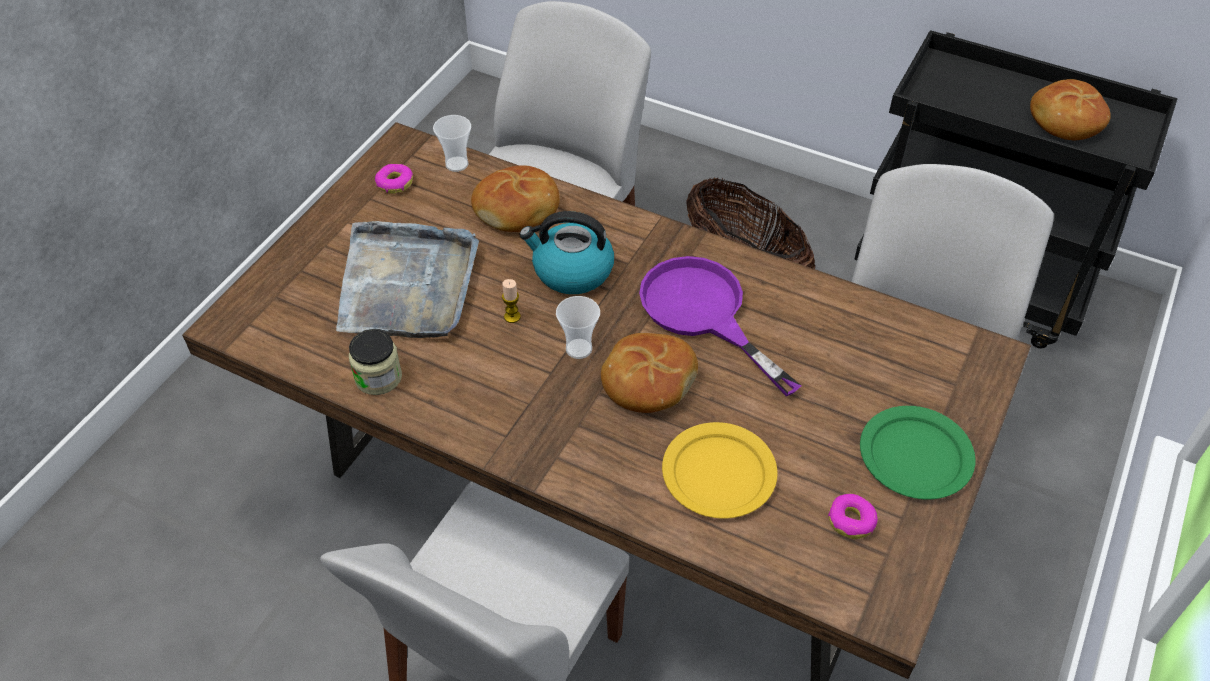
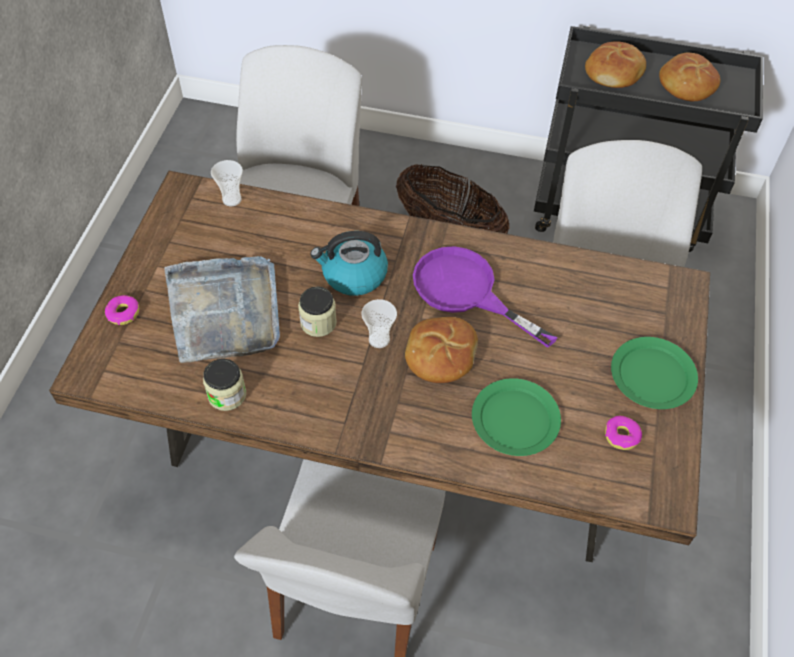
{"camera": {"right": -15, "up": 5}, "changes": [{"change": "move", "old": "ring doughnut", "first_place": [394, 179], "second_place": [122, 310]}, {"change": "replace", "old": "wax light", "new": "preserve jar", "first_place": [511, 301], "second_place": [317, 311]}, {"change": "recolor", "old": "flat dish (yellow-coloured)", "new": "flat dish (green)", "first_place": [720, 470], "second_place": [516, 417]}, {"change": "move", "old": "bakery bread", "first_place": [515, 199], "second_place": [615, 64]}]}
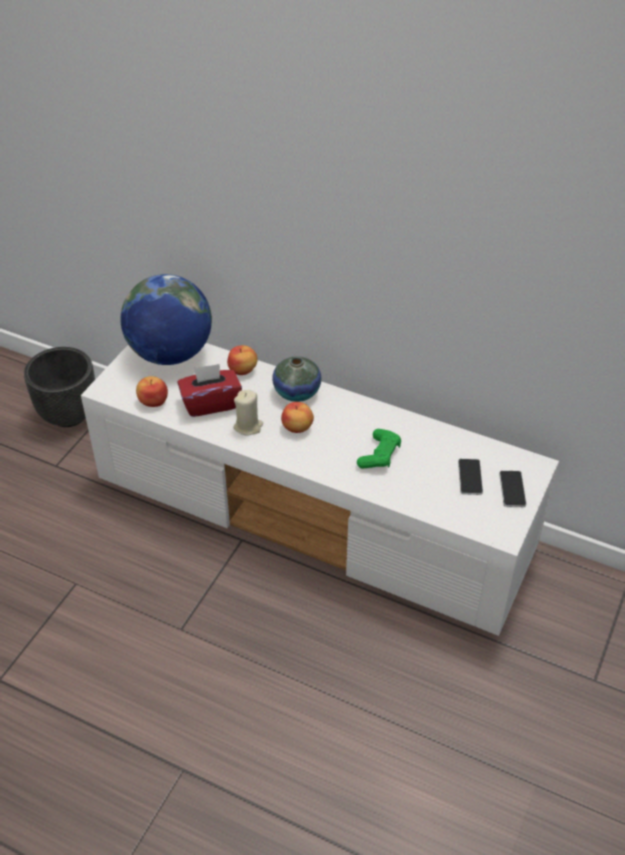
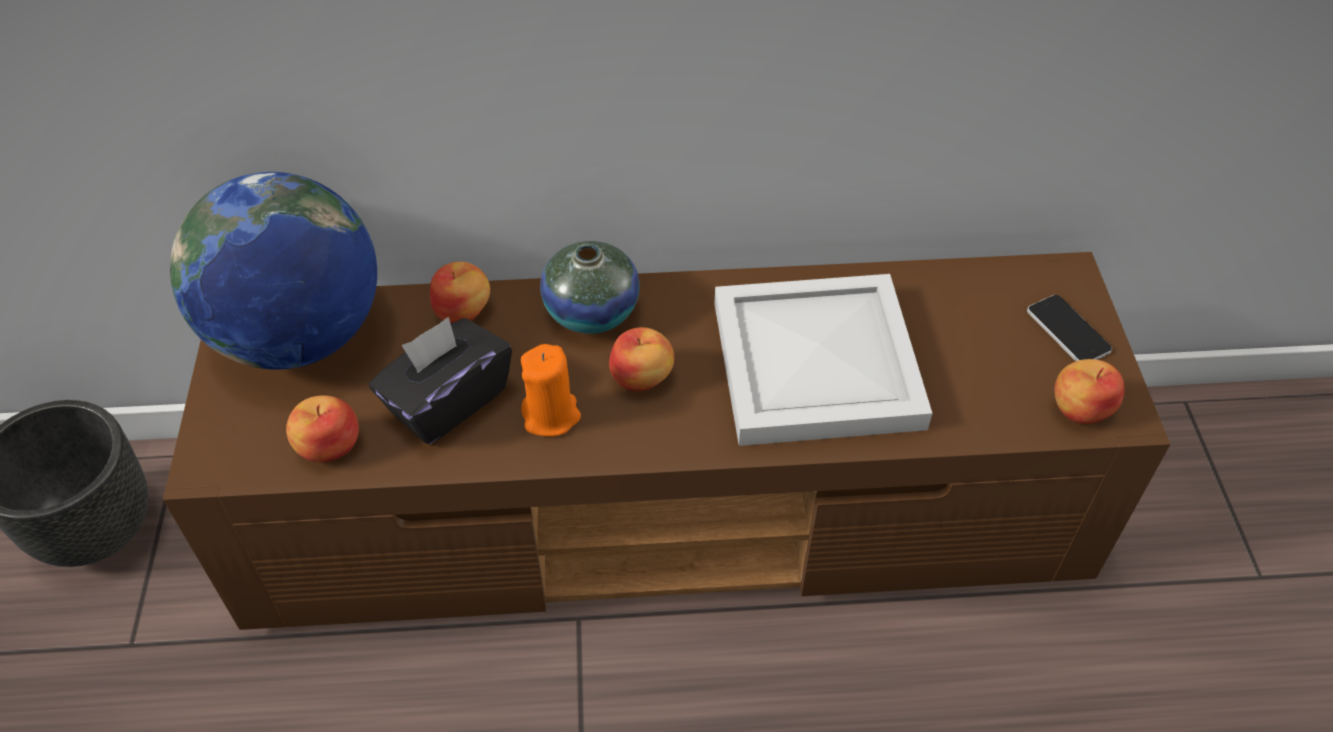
{"camera": {"right": -30, "up": 5}, "changes": [{"change": "recolor", "old": "tv unit (whitish)", "new": "tv unit (brown-coloured)", "first_place": [320, 489], "second_place": [666, 441]}, {"change": "recolor", "old": "tissue box (red)", "new": "tissue box (blackish)", "first_place": [209, 390], "second_place": [440, 380]}, {"change": "recolor", "old": "wax light (beige-coloured)", "new": "wax light (orange-coloured)", "first_place": [248, 412], "second_place": [551, 390]}, {"change": "replace", "old": "game controller (green)", "new": "tray (whitish)", "first_place": [379, 448], "second_place": [823, 360]}, {"change": "insert", "new": "apple fruit", "second_place": [1089, 391]}, {"change": "delete", "old": "telephone", "first_place": [470, 477]}]}
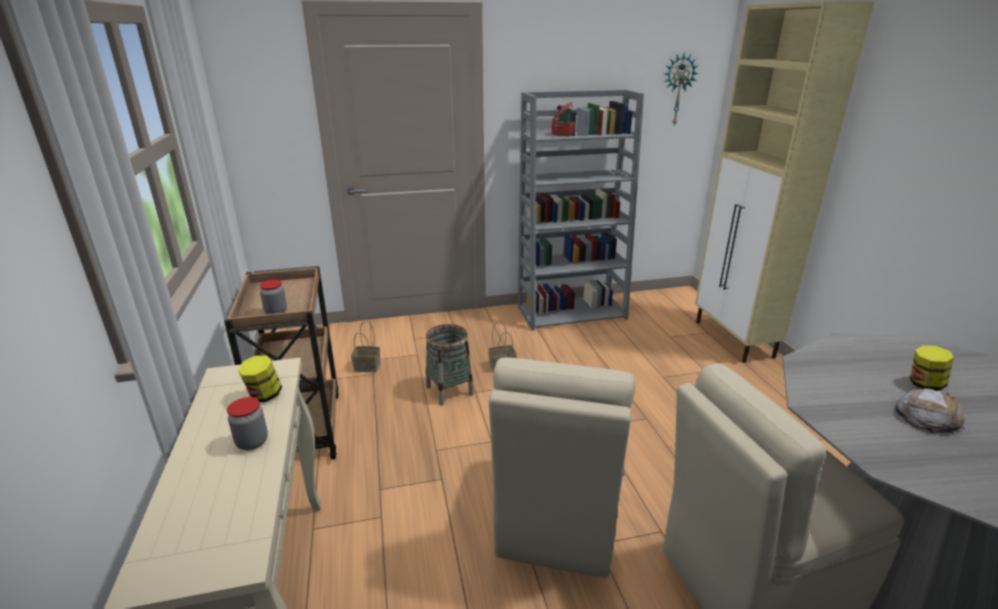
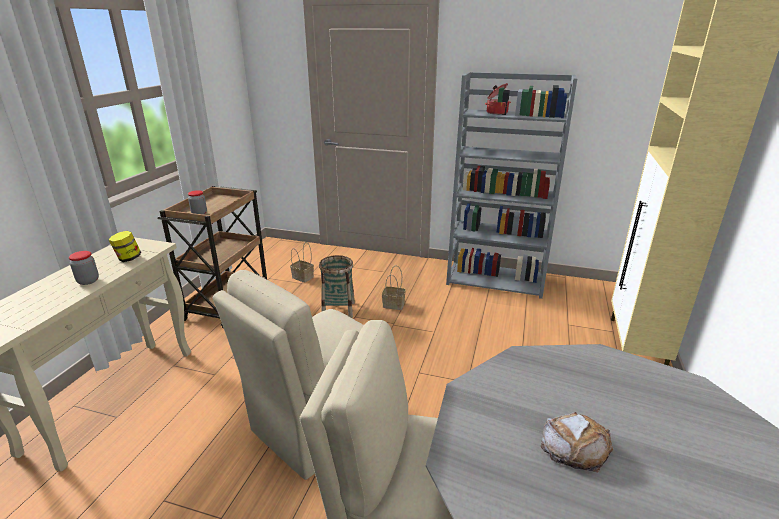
{"camera": {"right": 30, "up": 0}, "changes": [{"change": "delete", "old": "clock on the wall", "first_place": [681, 89]}, {"change": "delete", "old": "preserve jar", "first_place": [932, 368]}]}
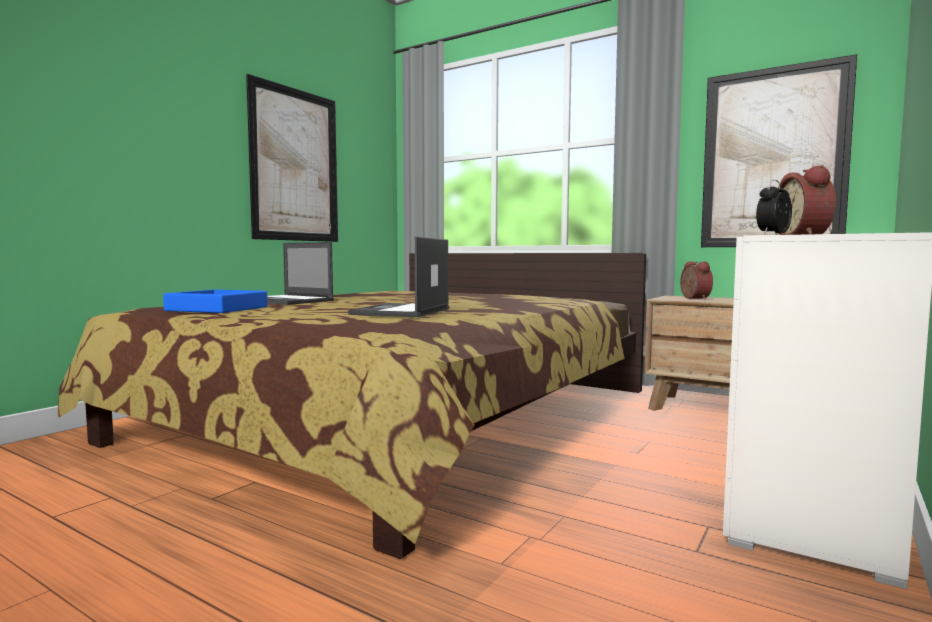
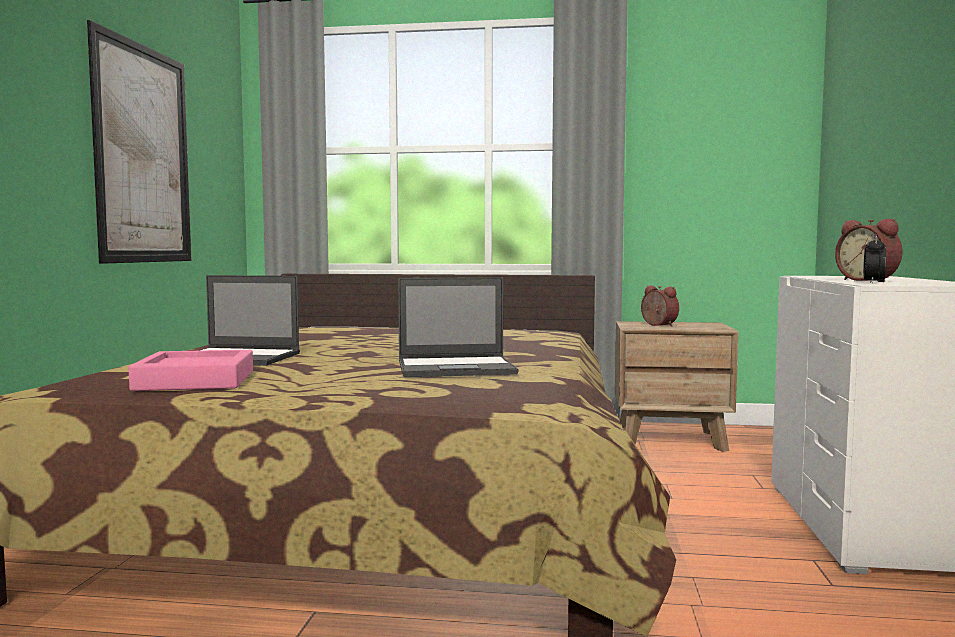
{"camera": {"right": -25, "up": 0}, "changes": [{"change": "recolor", "old": "tray (blue-coloured)", "new": "tray (pink-coloured)", "first_place": [215, 301], "second_place": [190, 370]}, {"change": "rotate", "old": "laptop", "first_place": [398, 277], "second_place": [458, 327], "degrees": -90}, {"change": "delete", "old": "picture", "first_place": [779, 150]}]}
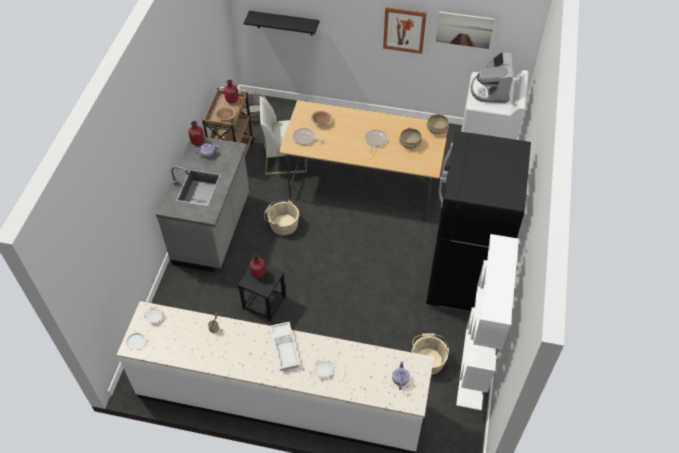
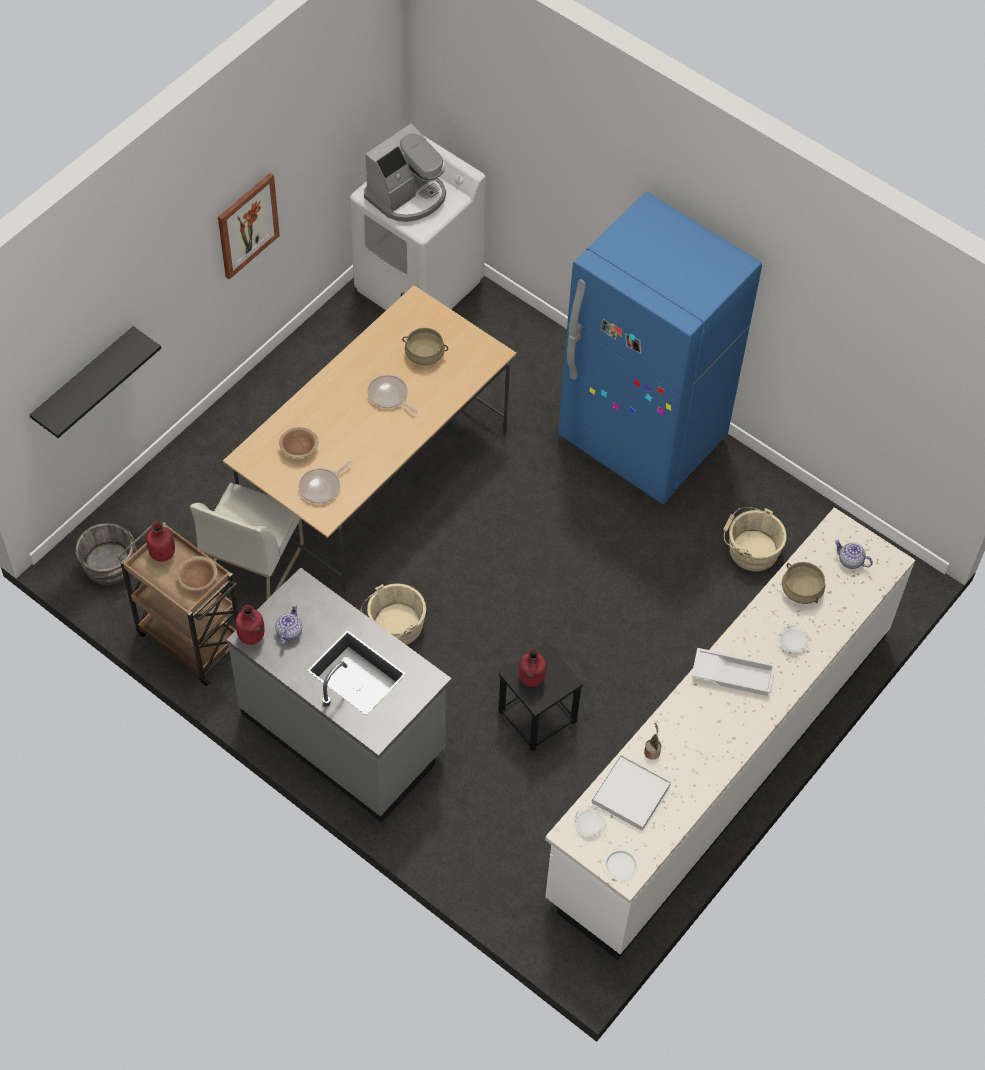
{"camera": {"right": -65, "up": 5}, "changes": [{"change": "rotate", "old": "coffee maker", "first_place": [492, 77], "second_place": [405, 173], "degrees": -75}, {"change": "recolor", "old": "kitchen fridge (blackish)", "new": "kitchen fridge (blue-coloured)", "first_place": [478, 221], "second_place": [660, 348]}, {"change": "insert", "new": "tray (whitish)", "second_place": [631, 792]}, {"change": "move", "old": "cooking pot (beige-coloured)", "first_place": [438, 124], "second_place": [803, 583]}, {"change": "delete", "old": "picture", "first_place": [465, 30]}, {"change": "delete", "old": "bookcase (whitish)", "first_place": [487, 322]}]}
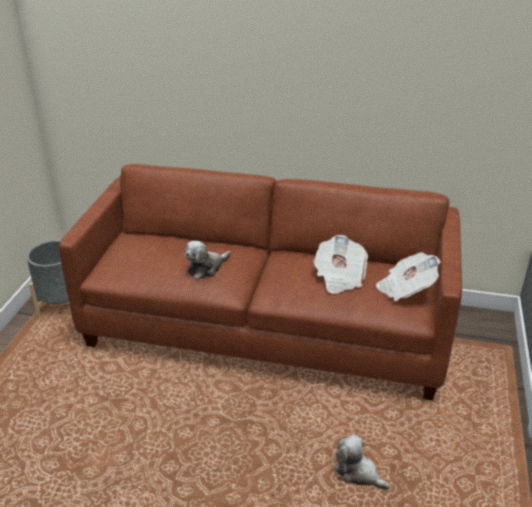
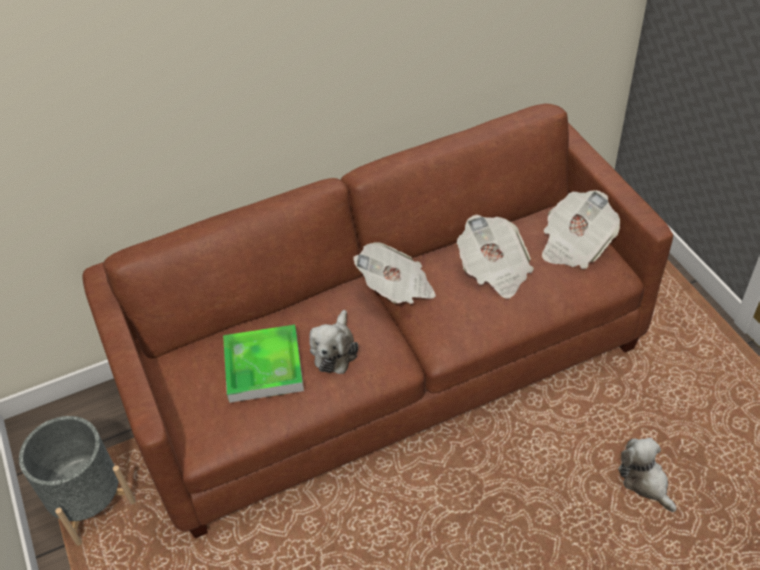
{"camera": {"right": -35, "up": 15}, "changes": [{"change": "insert", "new": "tray", "second_place": [263, 364]}, {"change": "insert", "new": "printed paper", "second_place": [394, 273]}, {"change": "rotate", "old": "cuddly toy", "first_place": [362, 462], "second_place": [647, 475], "degrees": 60}]}
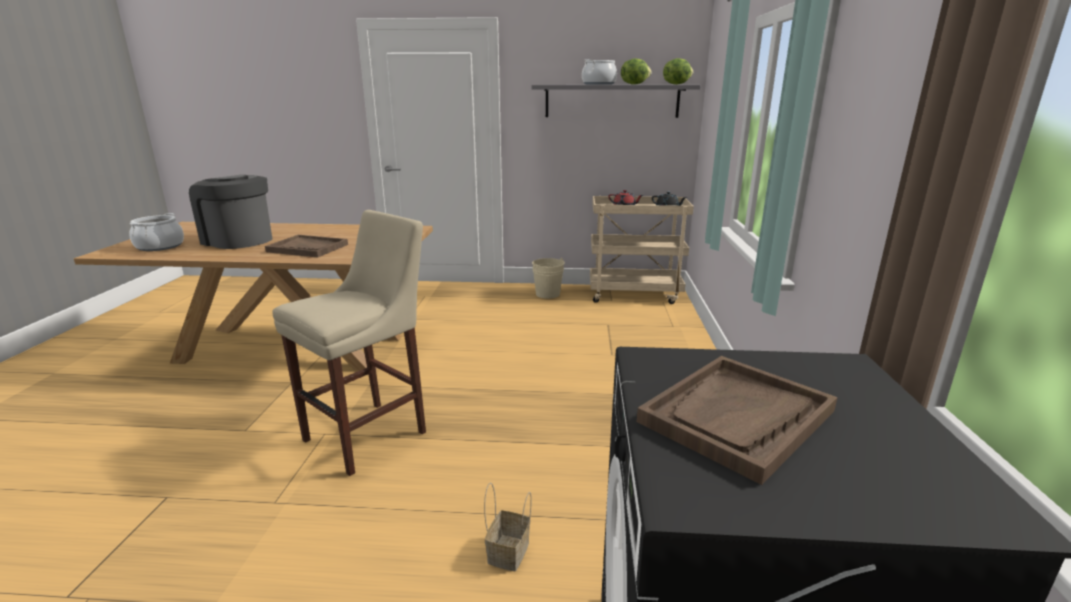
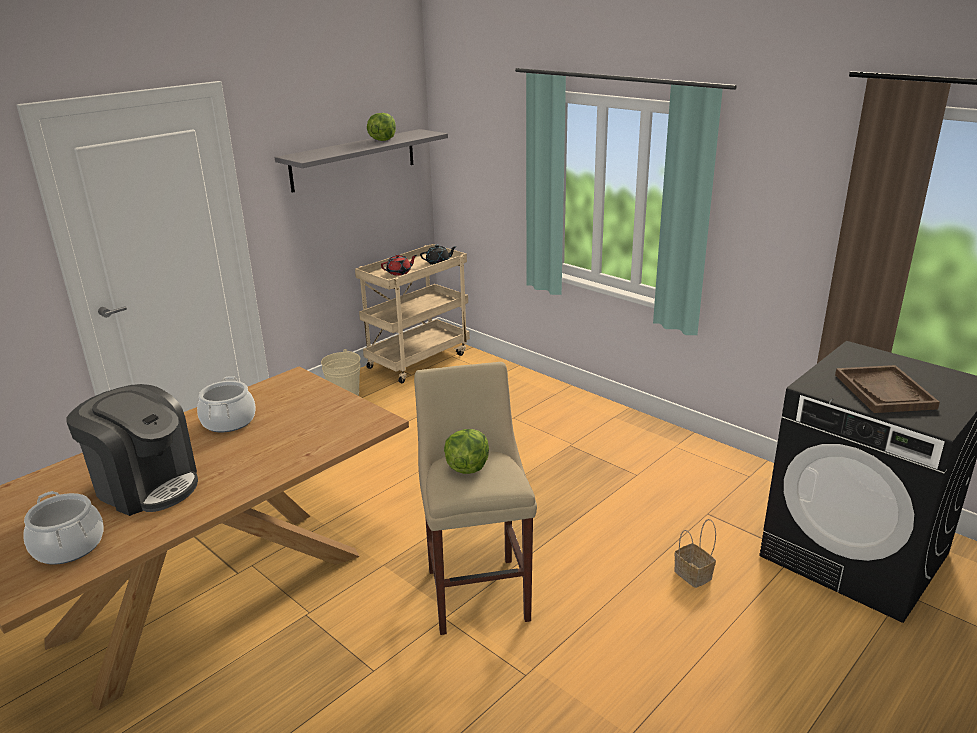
{"camera": {"right": -50, "up": 5}, "changes": [{"change": "rotate", "old": "coffee maker", "first_place": [230, 212], "second_place": [132, 450], "degrees": -135}, {"change": "move", "old": "cooking pot", "first_place": [599, 72], "second_place": [226, 404]}, {"change": "move", "old": "head of lettuce", "first_place": [678, 71], "second_place": [466, 451]}, {"change": "delete", "old": "tray (brown-coloured)", "first_place": [306, 246]}]}
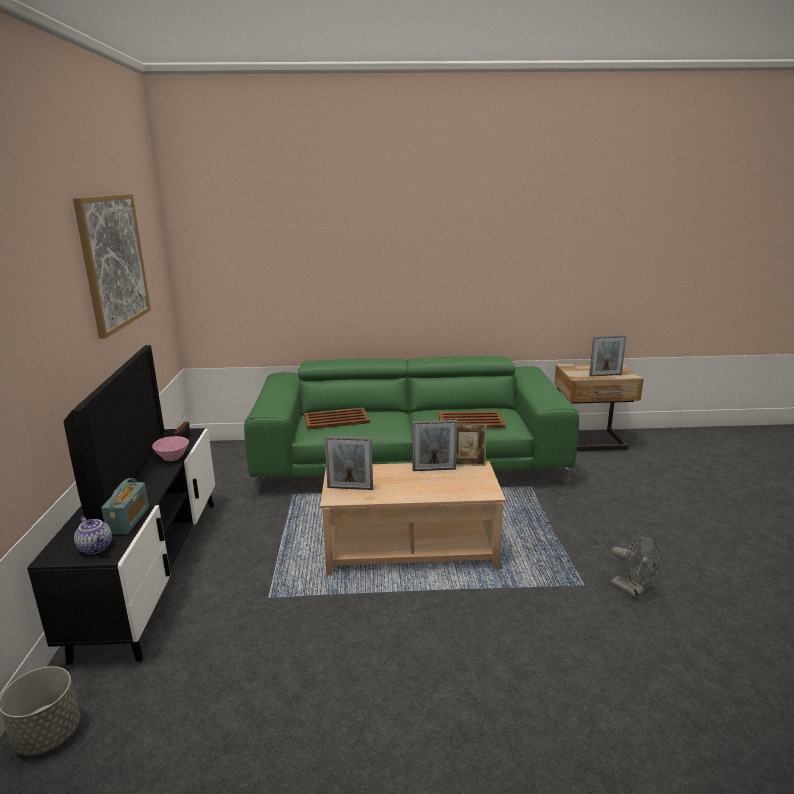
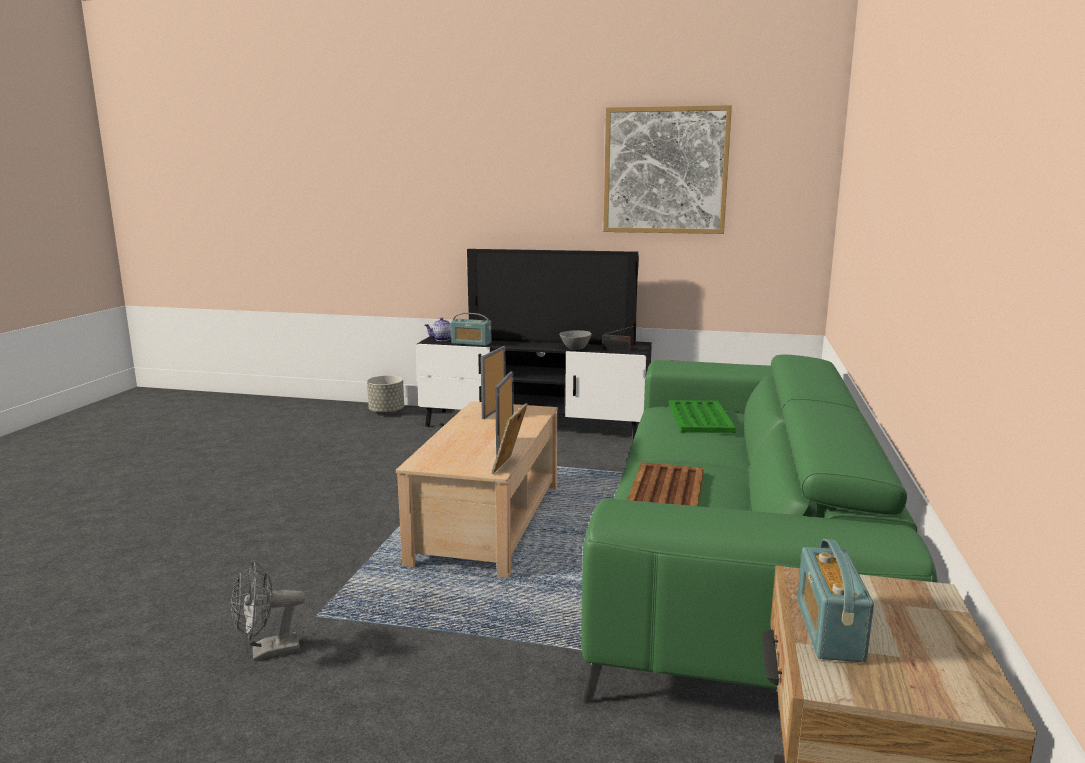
{"camera": {"right": 105, "up": -5}, "changes": [{"change": "recolor", "old": "serving bowl (pink-coloured)", "new": "serving bowl (grey)", "first_place": [170, 448], "second_place": [576, 340]}, {"change": "recolor", "old": "tray (brown-coloured)", "new": "tray (green)", "first_place": [337, 418], "second_place": [702, 416]}, {"change": "replace", "old": "standing frame", "new": "radio", "first_place": [608, 356], "second_place": [835, 600]}]}
